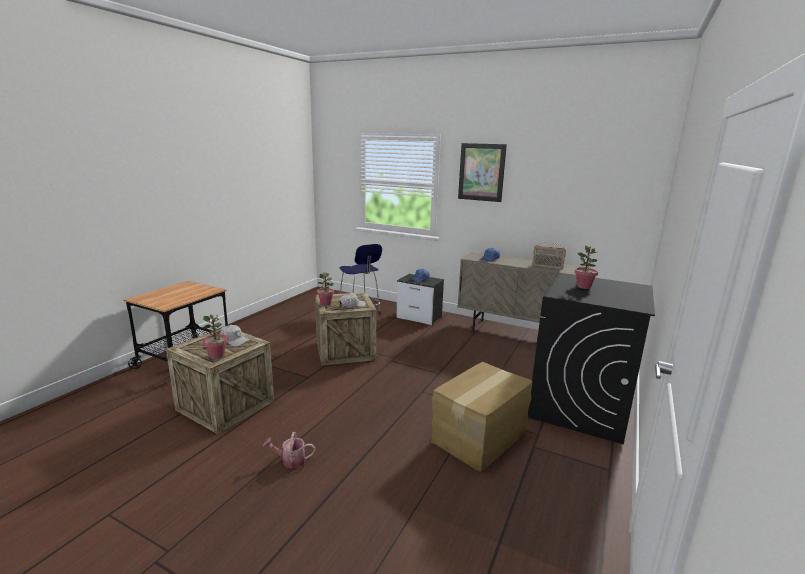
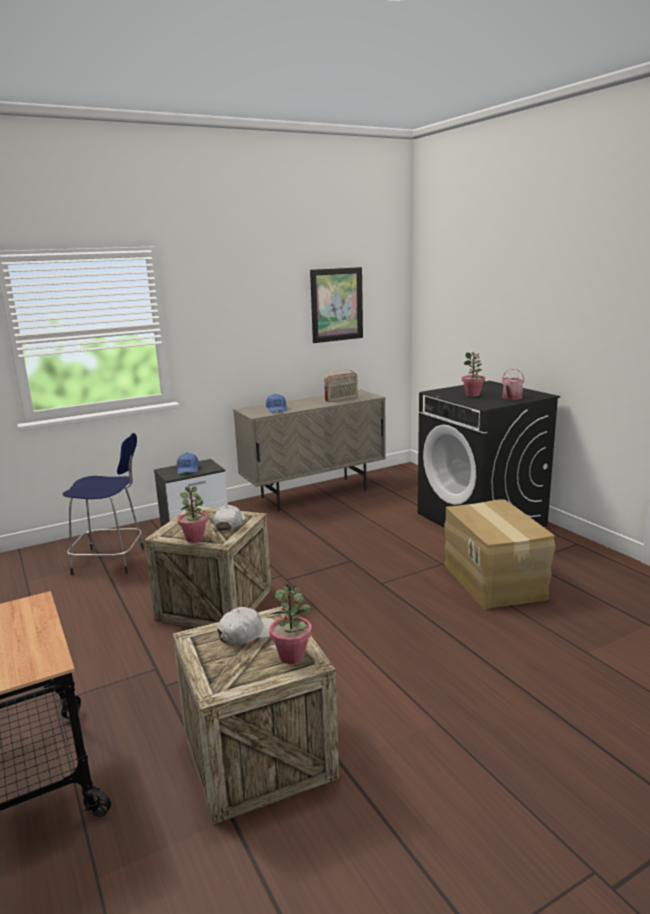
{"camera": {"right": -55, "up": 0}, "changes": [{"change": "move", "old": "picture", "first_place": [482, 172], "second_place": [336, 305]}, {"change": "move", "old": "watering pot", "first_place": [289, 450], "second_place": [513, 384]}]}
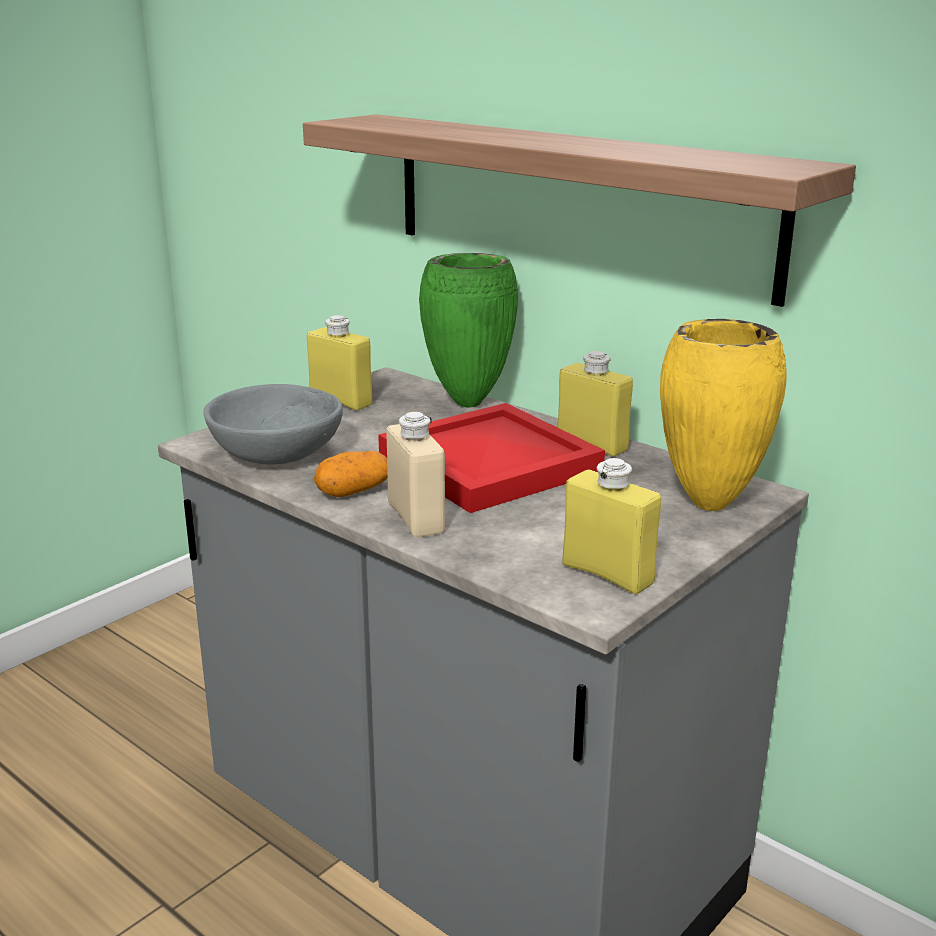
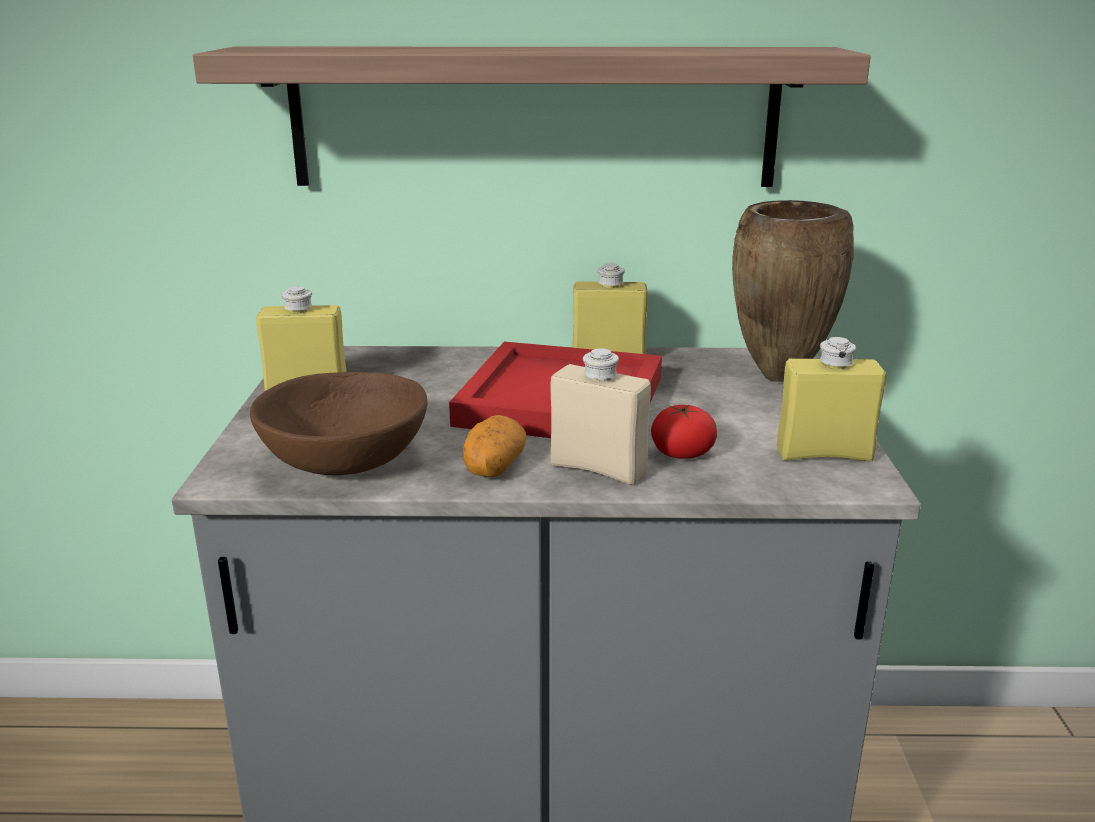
{"camera": {"right": -40, "up": 0}, "changes": [{"change": "recolor", "old": "serving bowl (grey)", "new": "serving bowl (brown-coloured)", "first_place": [273, 424], "second_place": [339, 423]}, {"change": "insert", "new": "fresh tomato", "second_place": [684, 432]}, {"change": "recolor", "old": "vase (yellow-coloured)", "new": "vase (brown-coloured)", "first_place": [723, 415], "second_place": [793, 291]}, {"change": "delete", "old": "vase (green)", "first_place": [468, 330]}]}
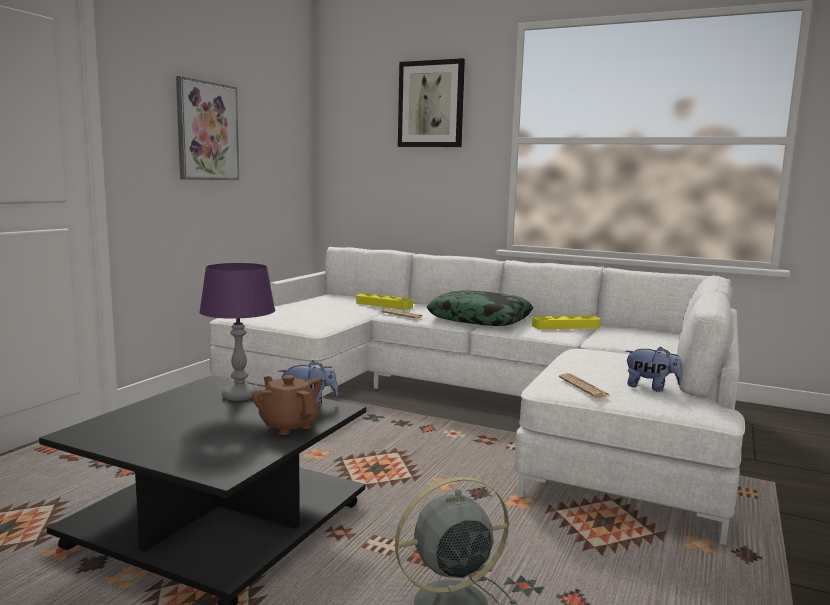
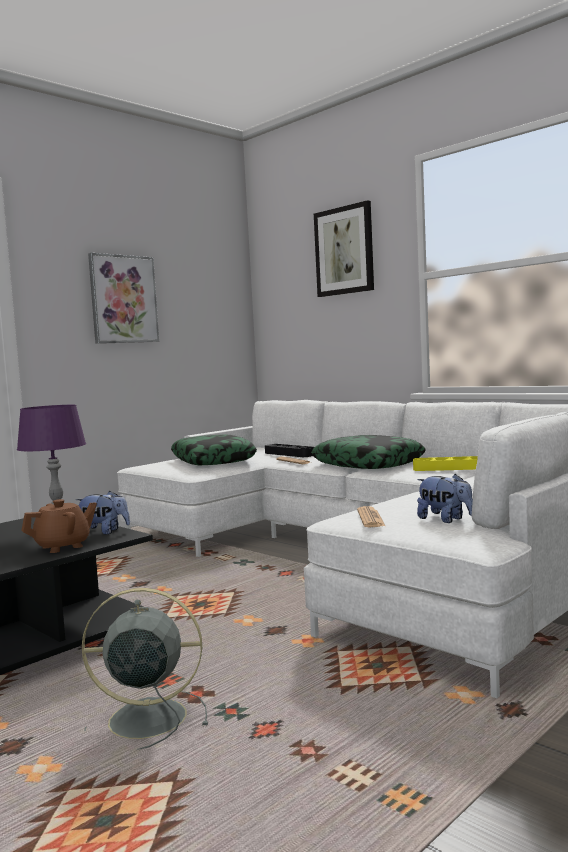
{"camera": {"right": 20, "up": -5}, "changes": [{"change": "rotate", "old": "teapot (brown-coloured)", "first_place": [287, 405], "second_place": [59, 526], "degrees": 75}, {"change": "insert", "new": "cushion", "second_place": [214, 449]}, {"change": "recolor", "old": "tray (yellow-coloured)", "new": "tray (blackish)", "first_place": [384, 301], "second_place": [290, 450]}]}
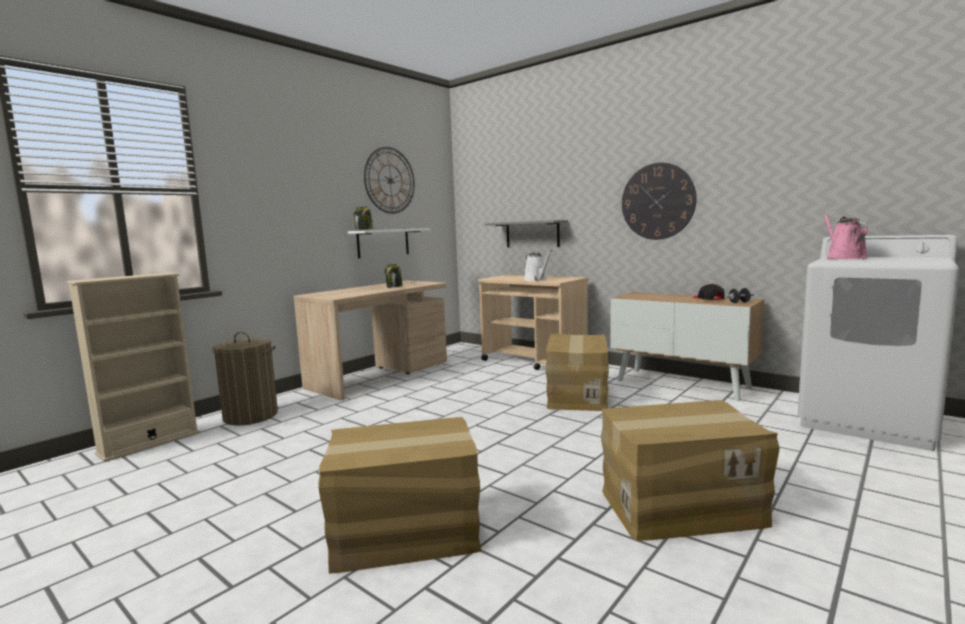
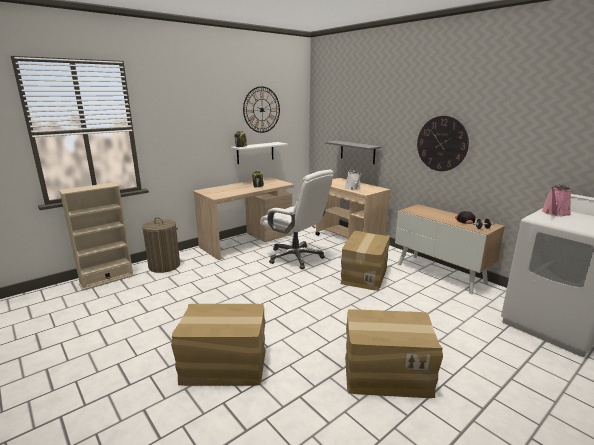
{"camera": {"right": 10, "up": 10}, "changes": [{"change": "insert", "new": "computer chair (whitish)", "second_place": [297, 219]}, {"change": "rotate", "old": "watering pot (pink-coloured)", "first_place": [845, 236], "second_place": [556, 200], "degrees": -150}]}
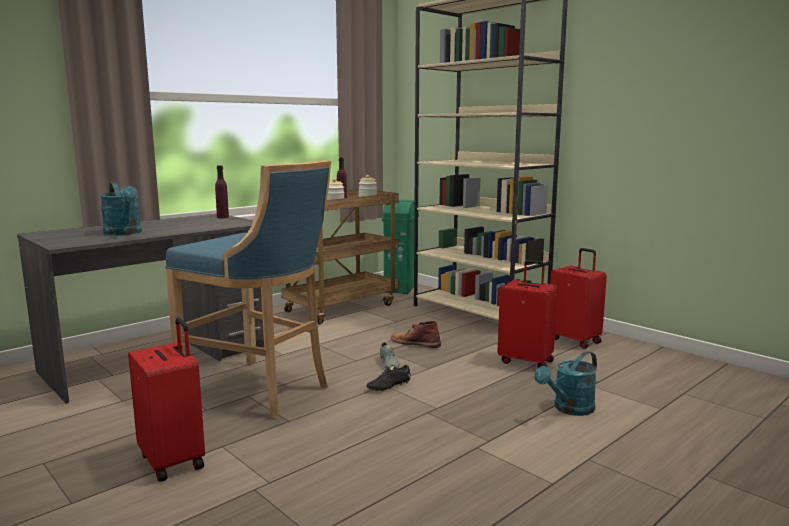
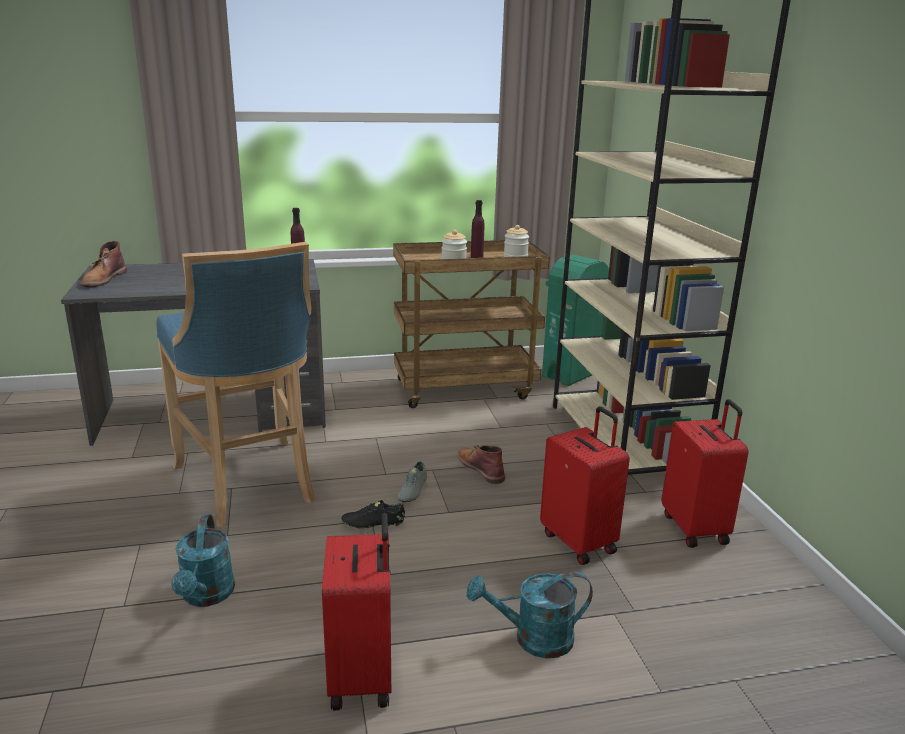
{"camera": {"right": 30, "up": 10}, "changes": [{"change": "insert", "new": "boot (brown-coloured)", "second_place": [103, 264]}, {"change": "move", "old": "watering pot (blue-green)", "first_place": [121, 208], "second_place": [203, 560]}, {"change": "move", "old": "travel case (red)", "first_place": [166, 400], "second_place": [356, 611]}]}
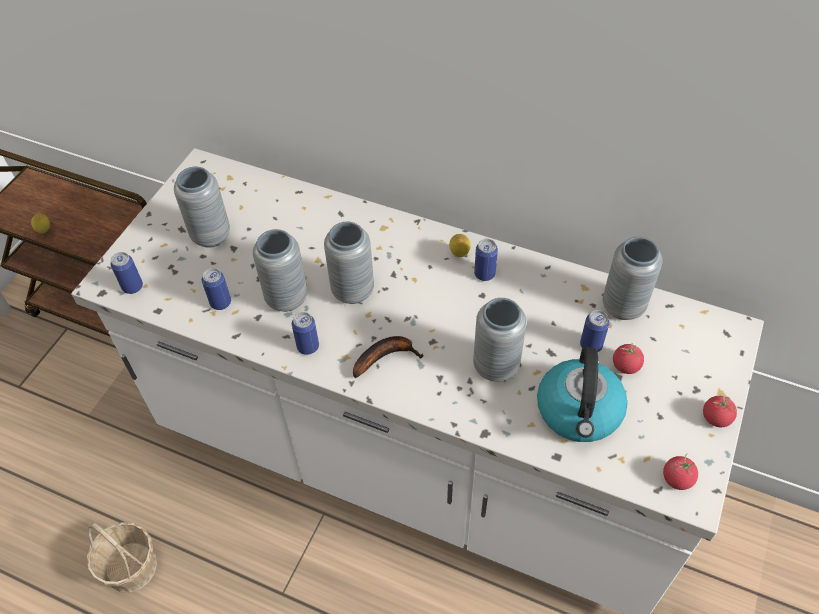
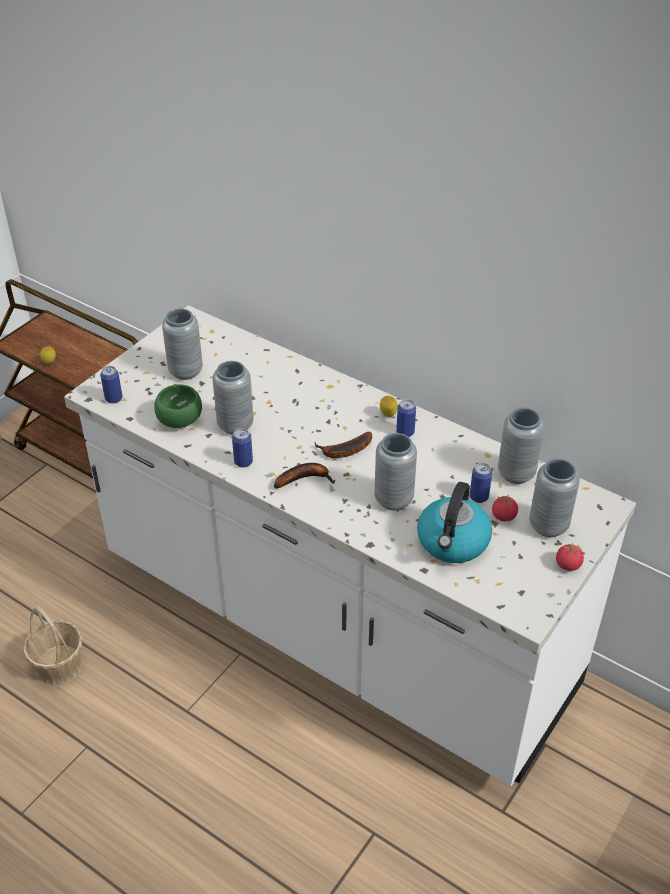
{"camera": {"right": 10, "up": -10}, "changes": [{"change": "replace", "old": "can", "new": "serving bowl (green)", "first_place": [216, 289], "second_place": [178, 406]}, {"change": "insert", "new": "banana fruit", "second_place": [343, 445]}, {"change": "move", "old": "vase (grey)", "first_place": [349, 263], "second_place": [554, 498]}, {"change": "delete", "old": "fresh tomato", "first_place": [680, 472]}]}
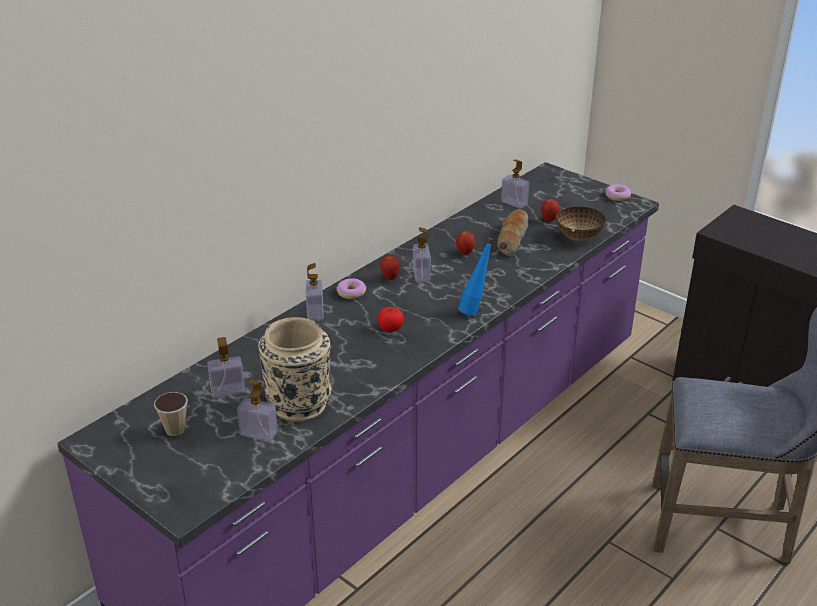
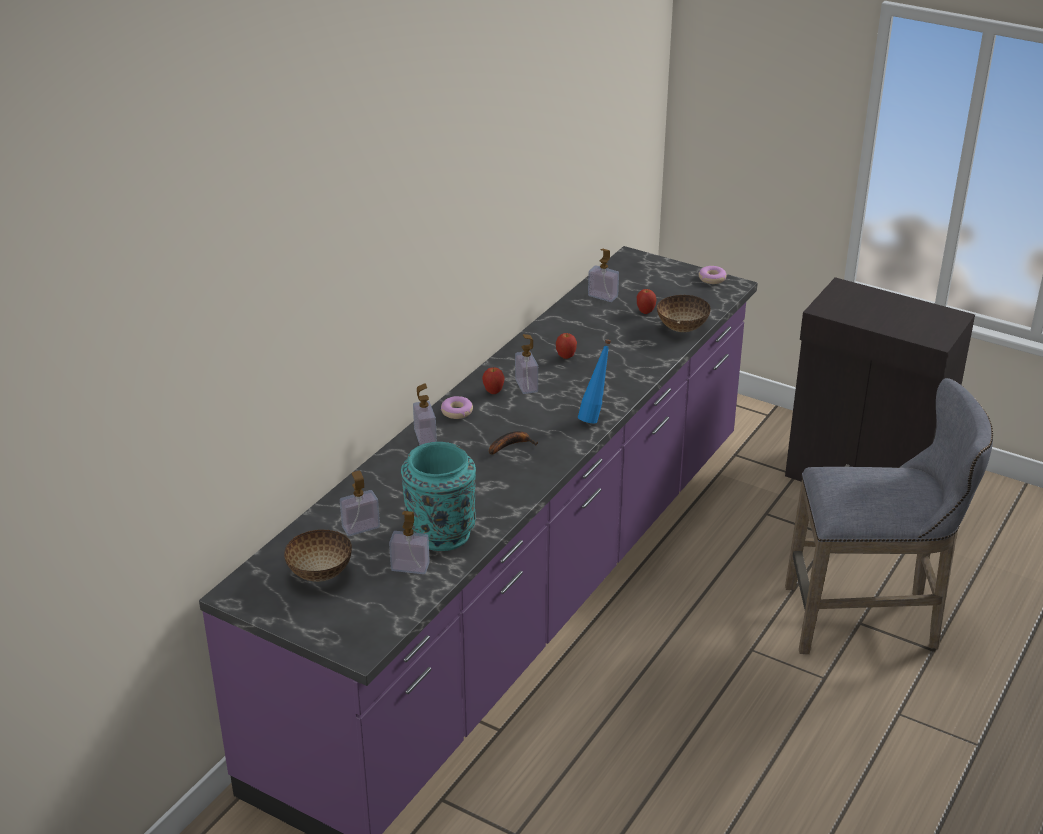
{"camera": {"right": -10, "up": 0}, "changes": [{"change": "replace", "old": "drinking cup", "new": "serving bowl", "first_place": [171, 414], "second_place": [318, 555]}, {"change": "recolor", "old": "vase (beige-coloured)", "new": "vase (blue-green)", "first_place": [295, 369], "second_place": [438, 496]}, {"change": "replace", "old": "fresh tomato", "new": "banana fruit", "first_place": [391, 319], "second_place": [513, 443]}, {"change": "delete", "old": "bakery bread", "first_place": [513, 233]}]}
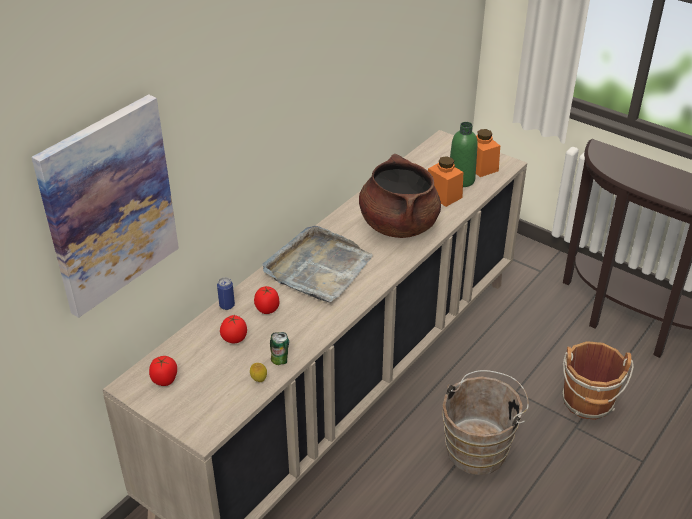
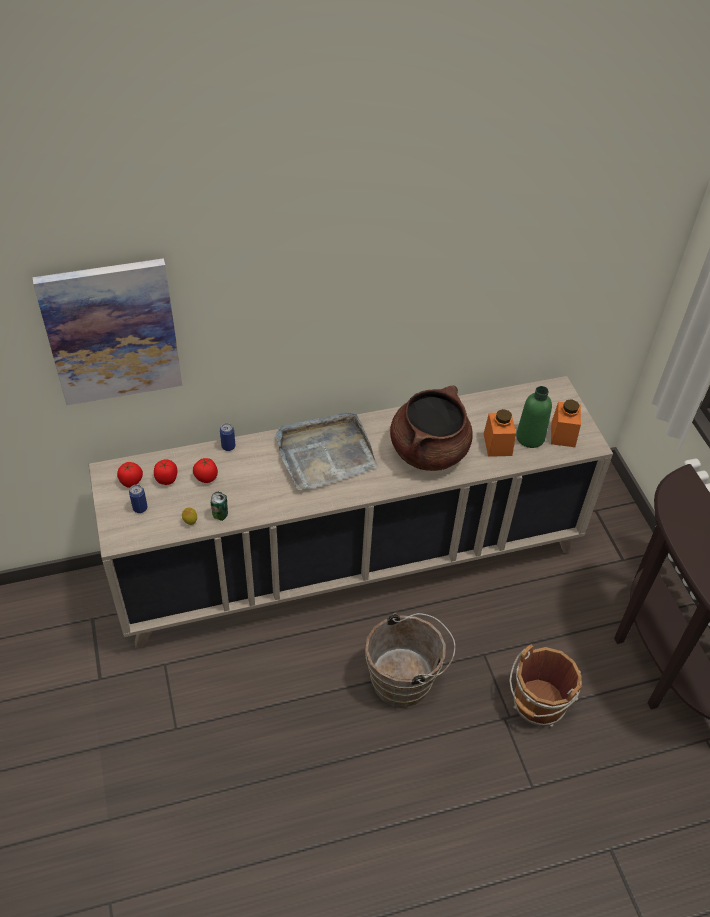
{"camera": {"right": 35, "up": 10}, "changes": [{"change": "insert", "new": "can", "second_place": [138, 498]}, {"change": "move", "old": "fresh tomato", "first_place": [266, 300], "second_place": [165, 472]}]}
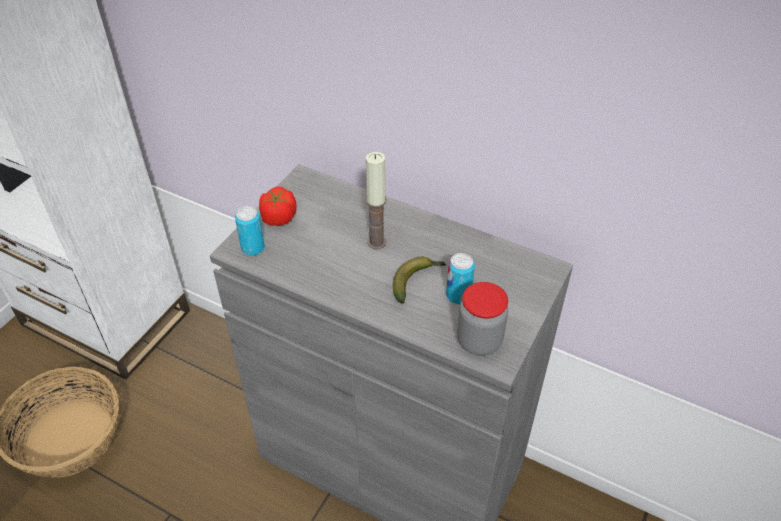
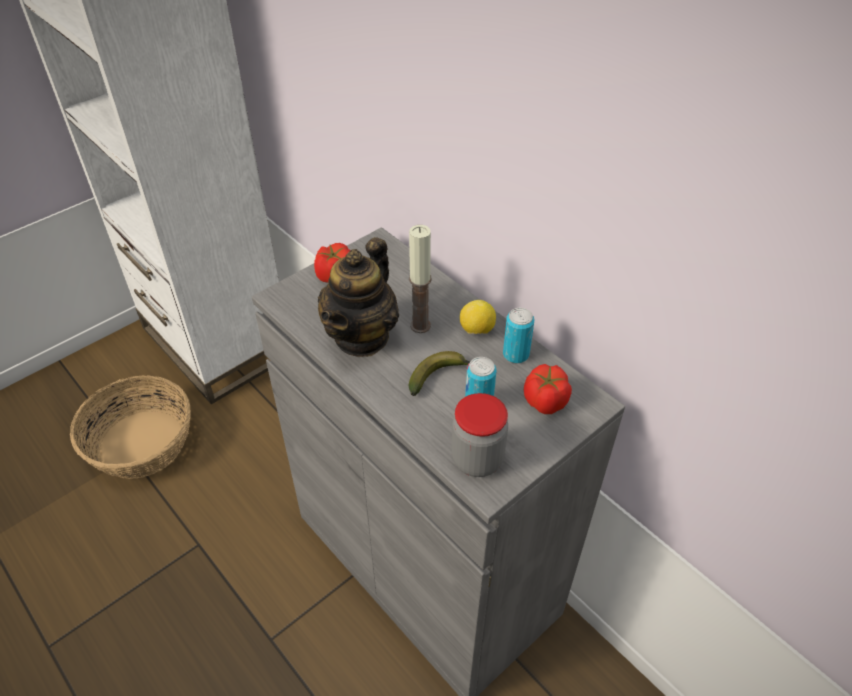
{"camera": {"right": 20, "up": 0}, "changes": [{"change": "insert", "new": "teapot", "second_place": [358, 297]}, {"change": "insert", "new": "citrus fruit", "second_place": [478, 317]}, {"change": "move", "old": "can", "first_place": [250, 231], "second_place": [518, 335]}, {"change": "insert", "new": "fresh tomato", "second_place": [548, 389]}]}
